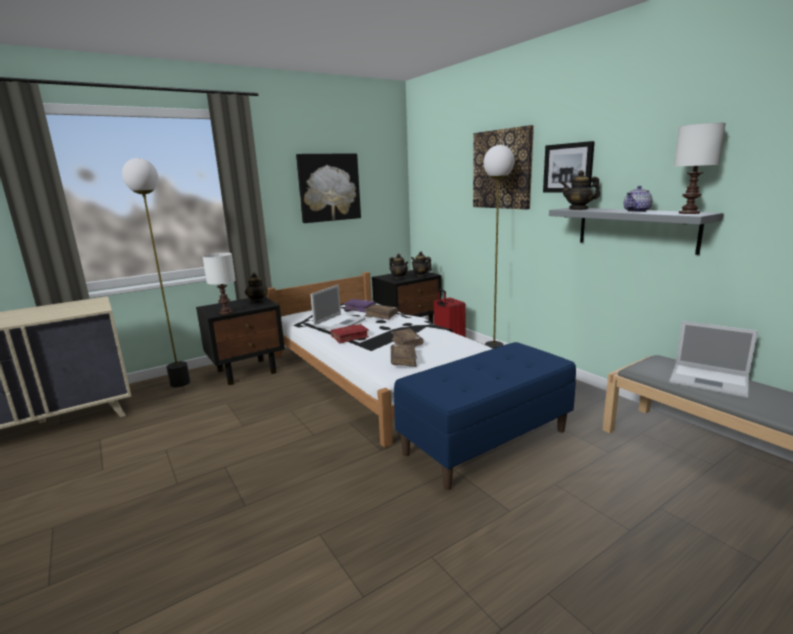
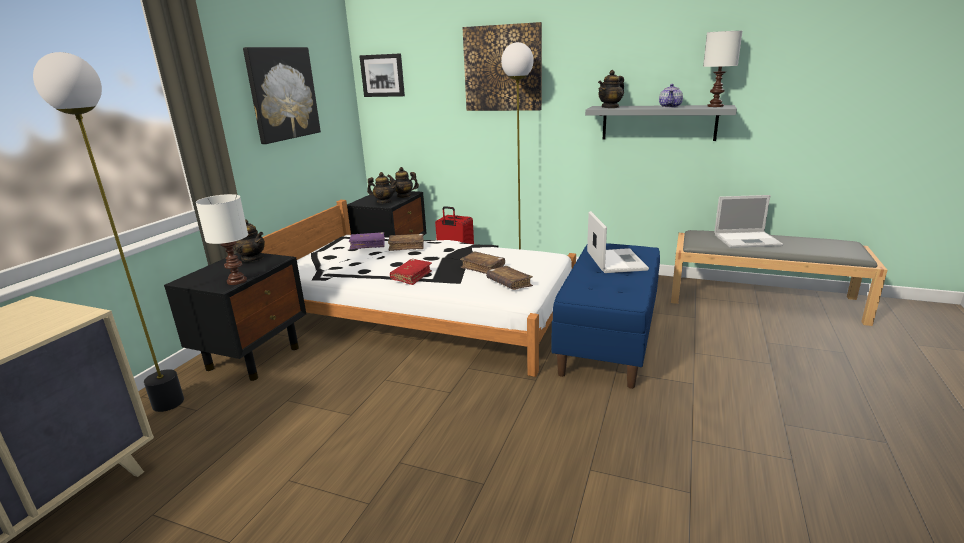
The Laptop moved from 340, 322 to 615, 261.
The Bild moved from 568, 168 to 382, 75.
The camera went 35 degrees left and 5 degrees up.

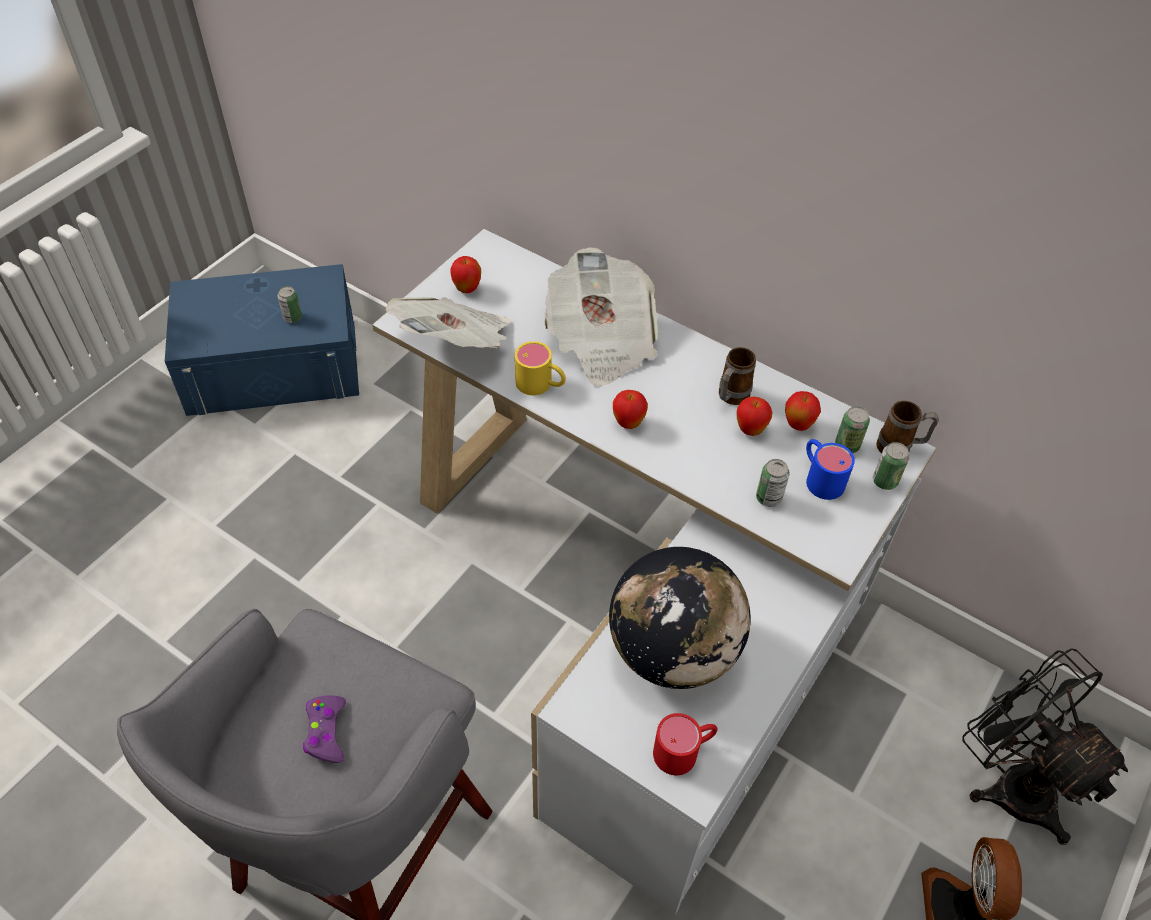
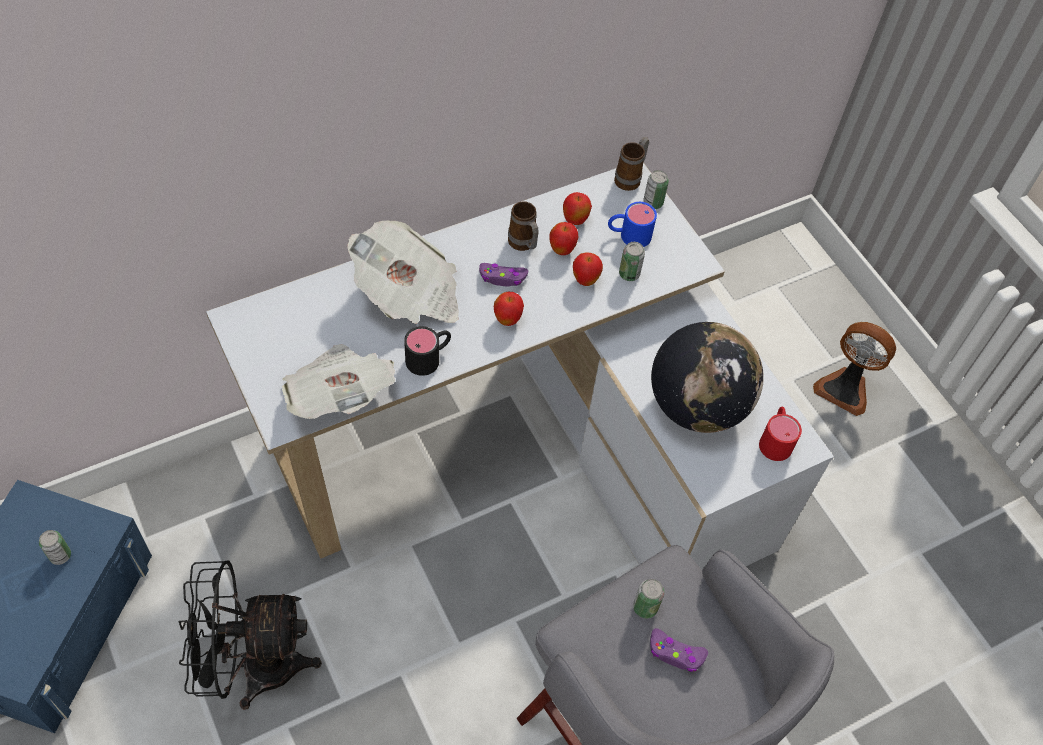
The Gamepad/lila at 502, 278 appeared.
The Apfel moved from 467, 289 to 585, 280.
The Dose moved from 847, 445 to 645, 607.
The Ventilator/schwarz moved from 1010, 781 to 254, 666.
The Henkelbecher/gelb at 541, 385 became the Henkelbecher/schwarz at 429, 357.
The camera went 65 degrees left and 5 degrees up.

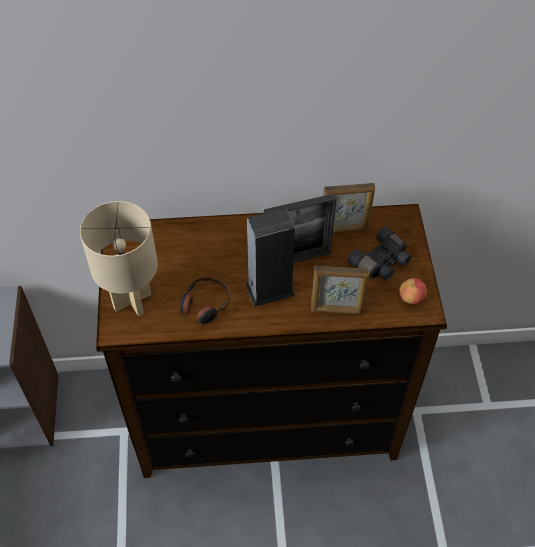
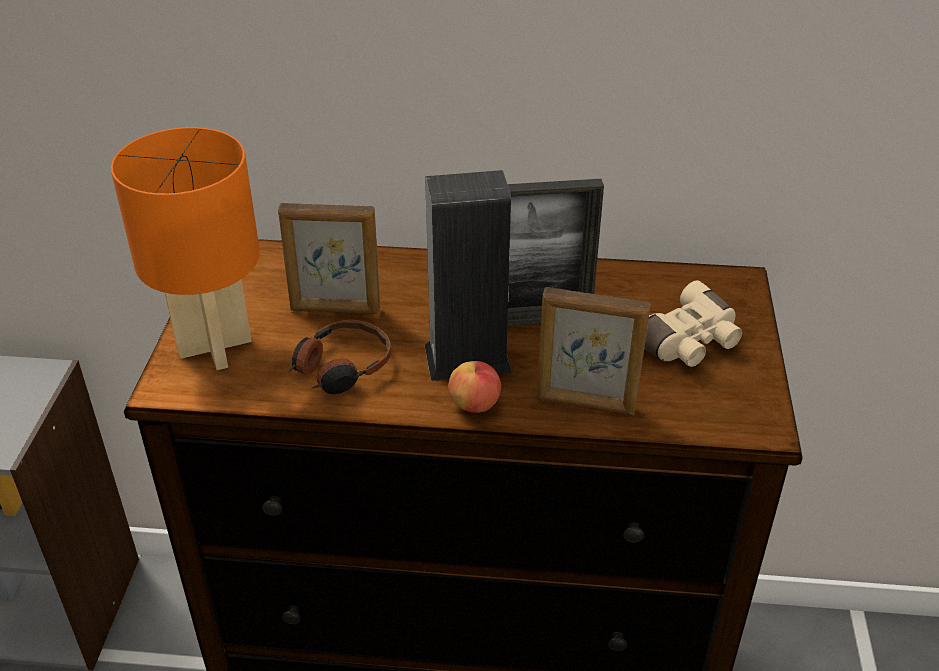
The Bilderrahmen moved from 344, 230 to 335, 310.
The Apfel moved from 411, 298 to 475, 405.
The Tischlampe/beige at 133, 301 became the Tischlampe/orange at 216, 347.
The Fernglas/schwarz at 381, 262 became the Fernglas/beige at 685, 341.
The camera went 10 degrees right and 15 degrees down.

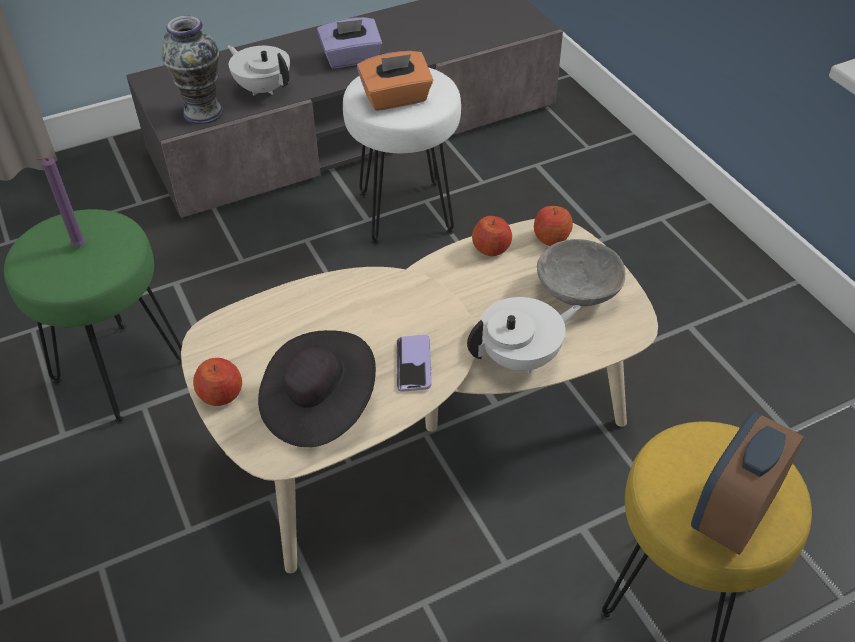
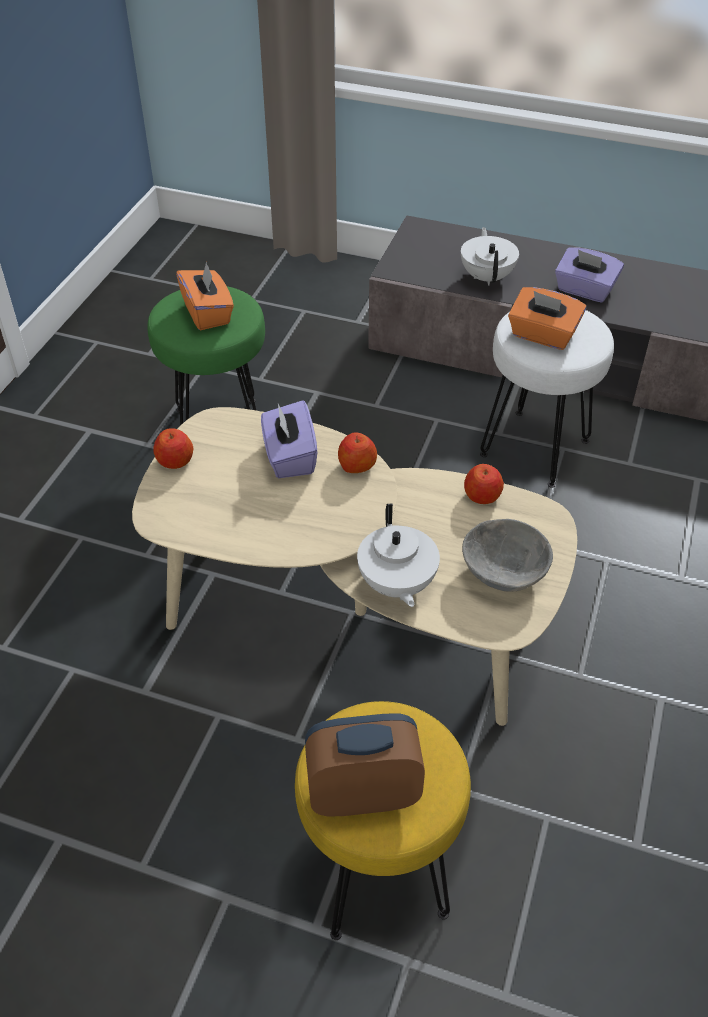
The Vase at 203, 112 disappeared.
The Hut/schwarz at 318, 405 disappeared.
The Handy at 413, 364 disappeared.
The Taschentuchbox/lila at 289, 457 appeared.
The Apfel moved from 551, 238 to 357, 465.
The Kerze/lila at 78, 247 was replaced by the Taschentuchbox/orange at 208, 313.
The Teekanne/weiß at 521, 357 turned 60 degrees clockwise.
The camera went 45 degrees right and 0 degrees up.

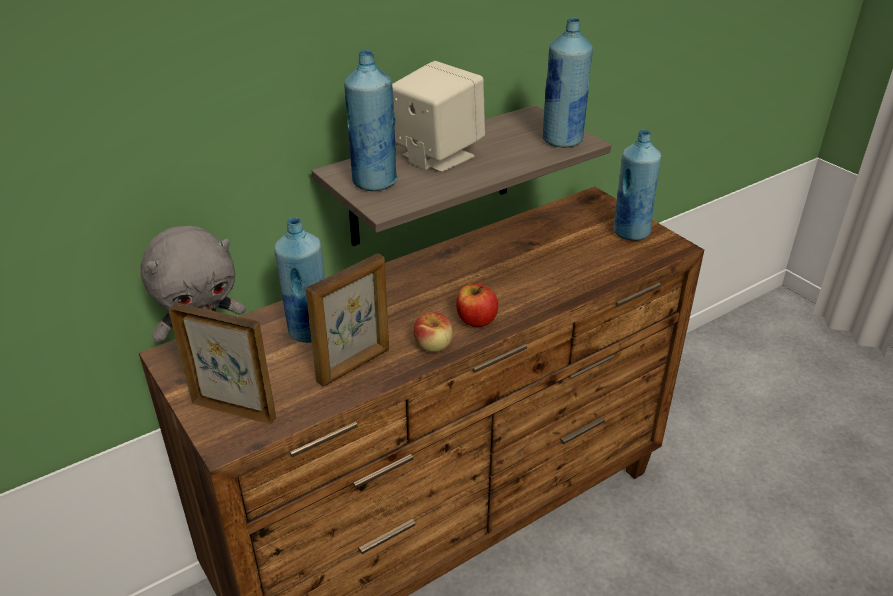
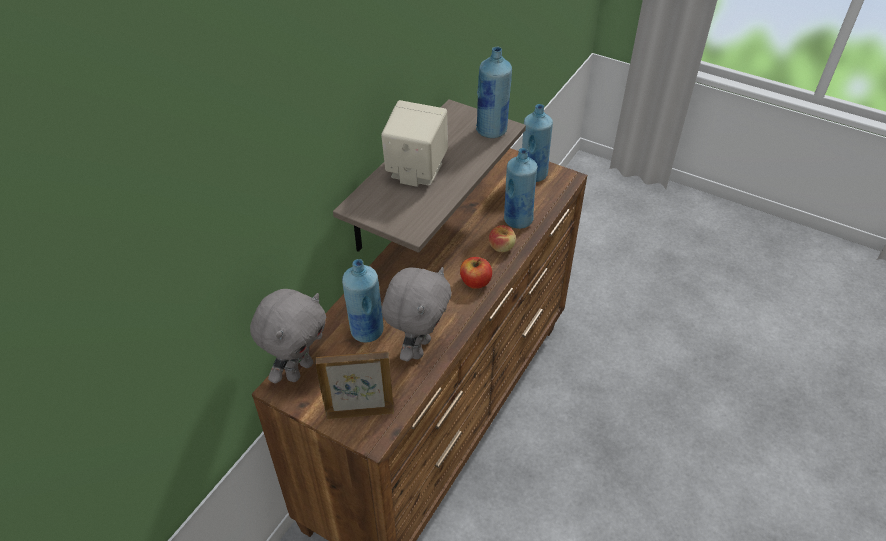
The Flasche/blau moved from 374, 182 to 517, 220.
The Apfel moved from 433, 345 to 502, 247.
The Bilderrahmen at 354, 365 was replaced by the Plüschtier/grau at 418, 347.
The camera went 25 degrees left and 10 degrees up.

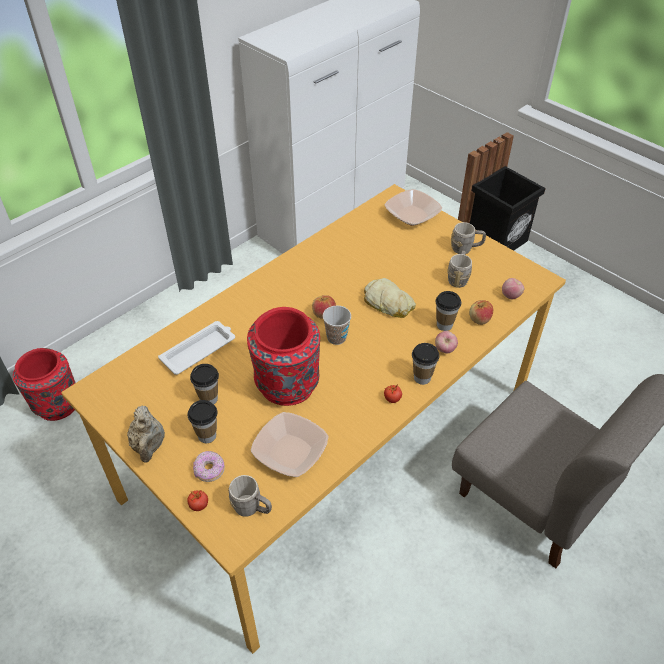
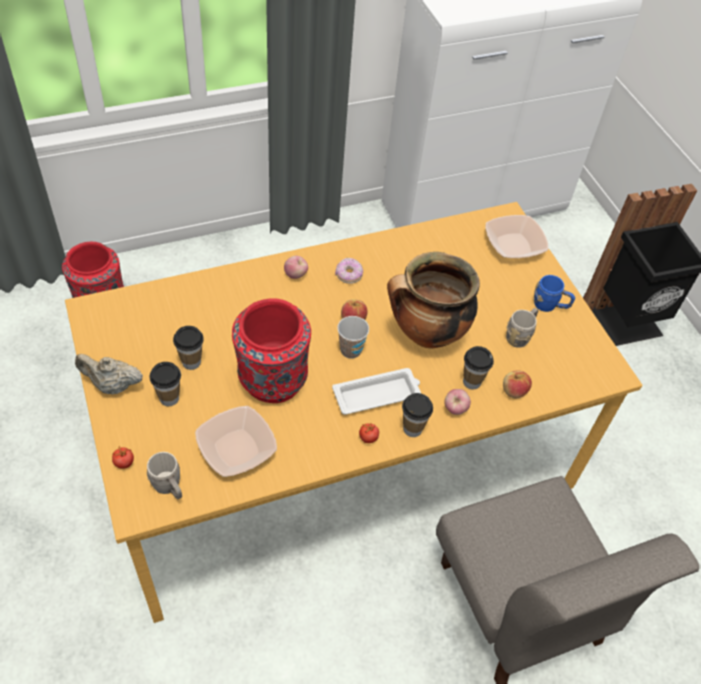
The Tablett/weiß moved from 199, 350 to 378, 394.
The Donut moved from 209, 470 to 348, 275.
The Apfel moved from 511, 296 to 296, 275.
The Brot at 388, 303 was replaced by the Kochtopf at 426, 334.
The Henkelbecher/grau at 466, 249 became the Henkelbecher/blau at 549, 306.
The Teekanne/beige at 149, 446 turned 90 degrees clockwise.
The camera went 20 degrees right and 5 degrees up.

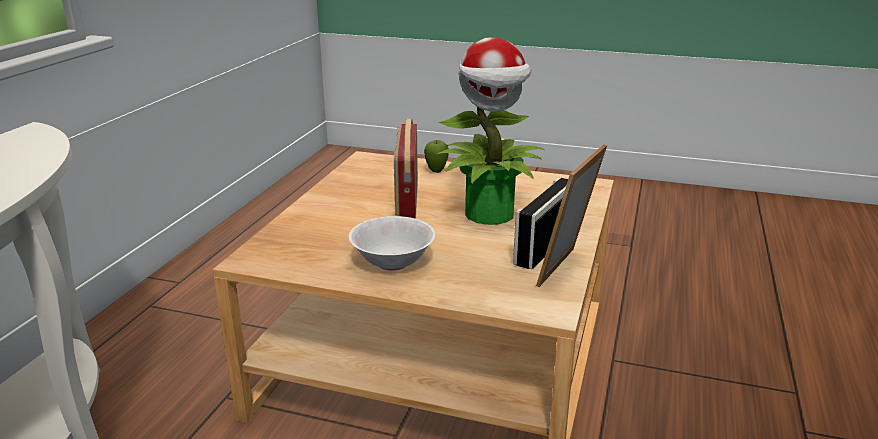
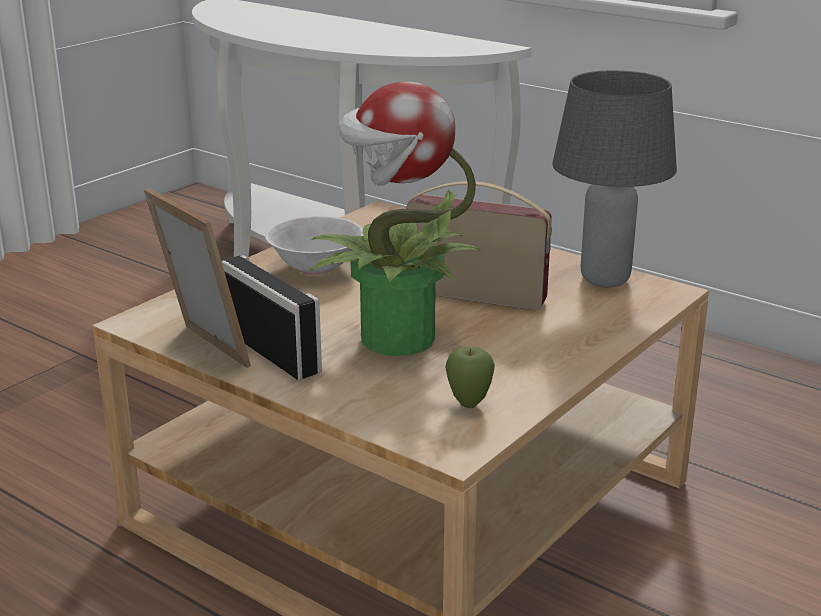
The Tischlampe/grau at 606, 280 appeared.
The Apfel moved from 436, 171 to 469, 404.
The camera went 110 degrees right and 0 degrees up.

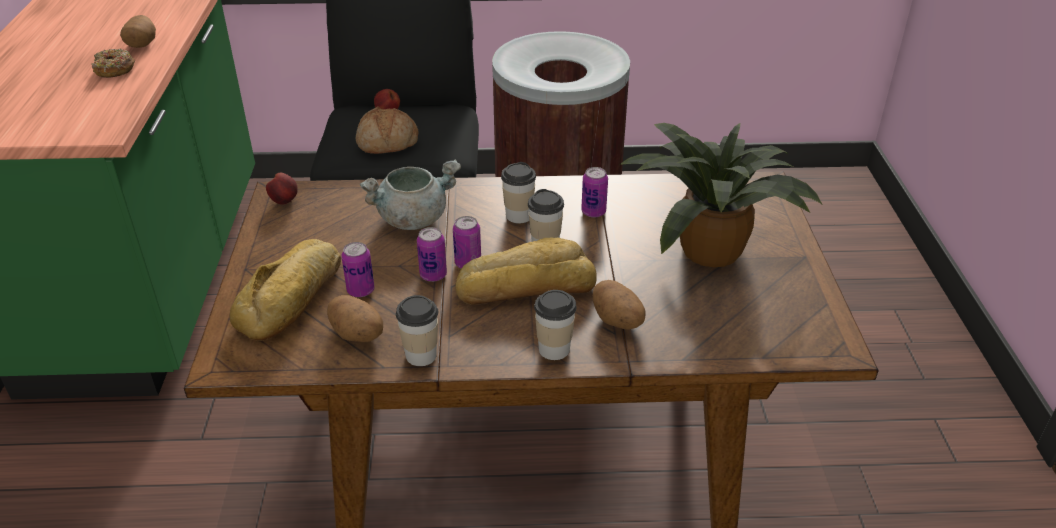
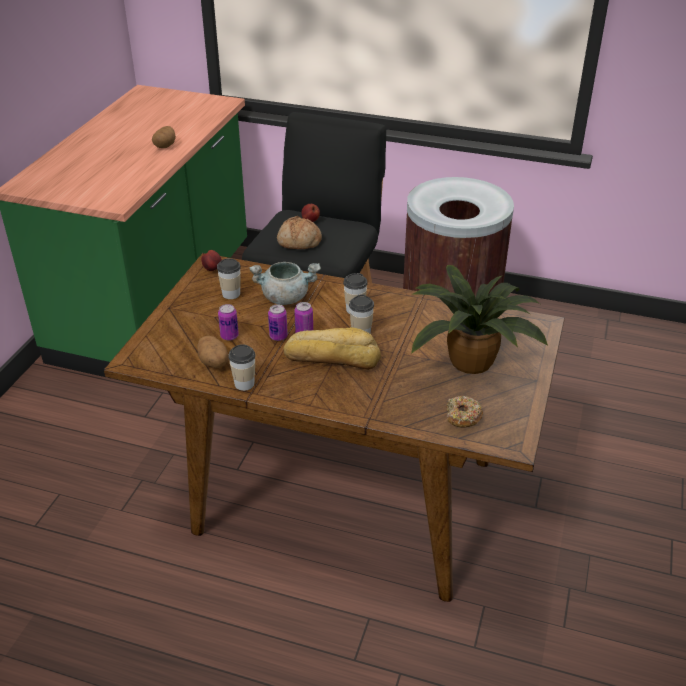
The Brot at 294, 298 disappeared.
The Dose at 593, 212 disappeared.
The Kartoffel at 618, 321 disappeared.
The Donut moved from 114, 70 to 462, 417.
The Tasse moved from 554, 349 to 231, 294.
The camera went 20 degrees right and 0 degrees up.

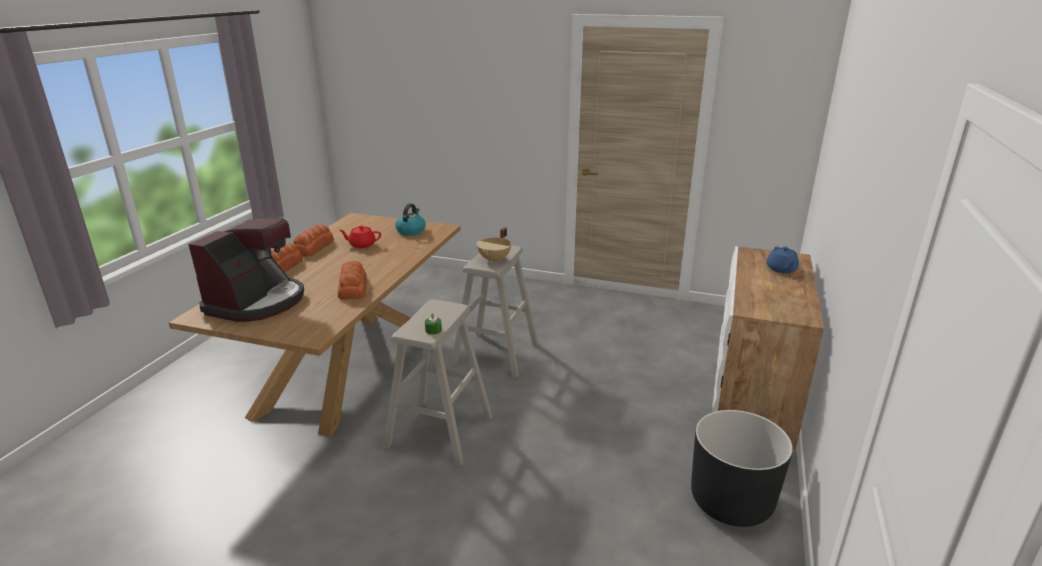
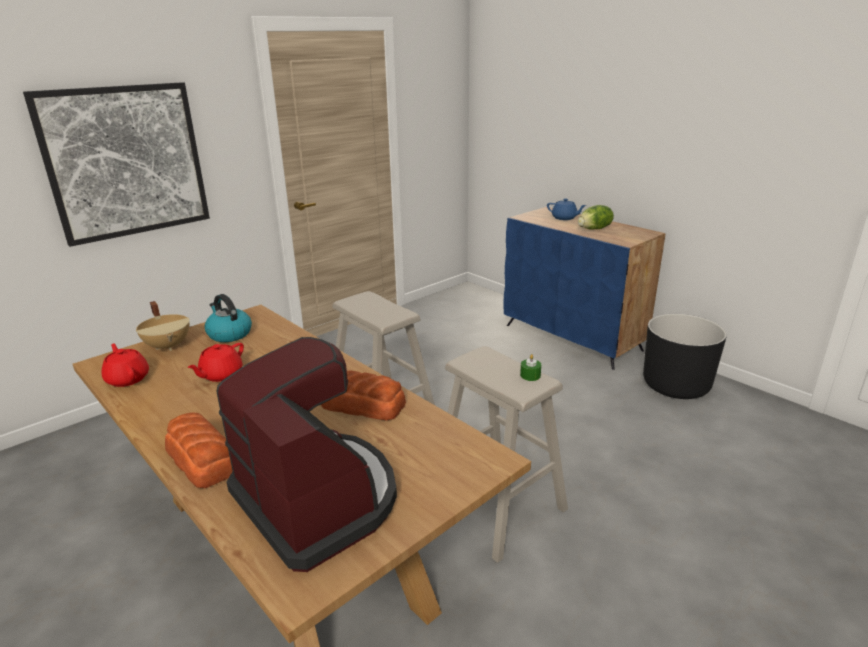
The Brot at 314, 247 disappeared.
The Bild at 126, 162 appeared.
The Teekanne/rot at 127, 378 appeared.
The Salatkopf at 595, 229 appeared.
The Kochtopf/beige moved from 495, 260 to 169, 346.
The Schrank/weiß at 750, 407 became the Schrank/blau at 573, 337.
The camera went 60 degrees left and 0 degrees up.

